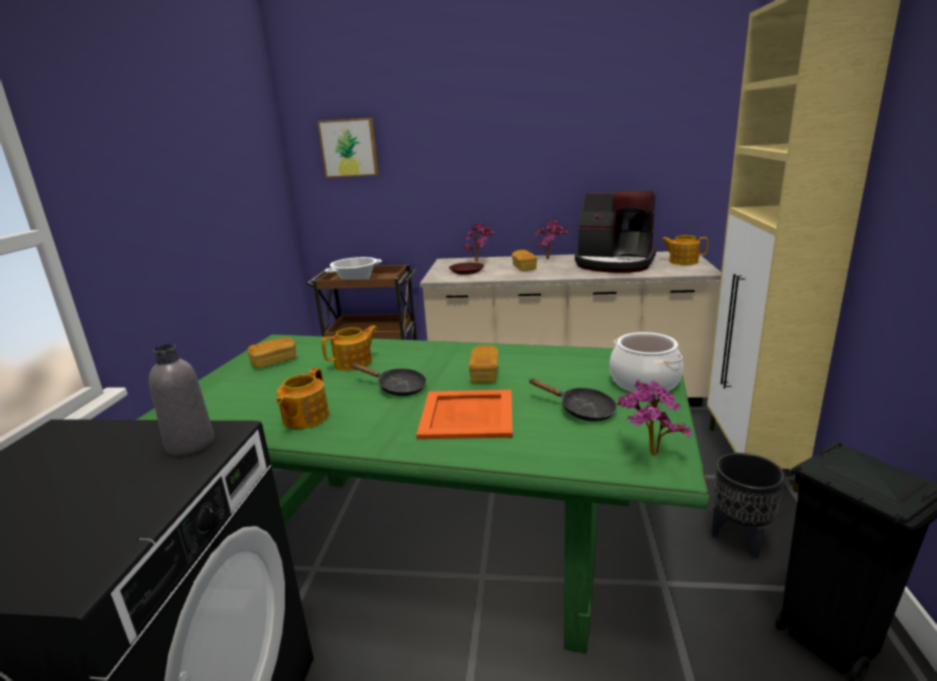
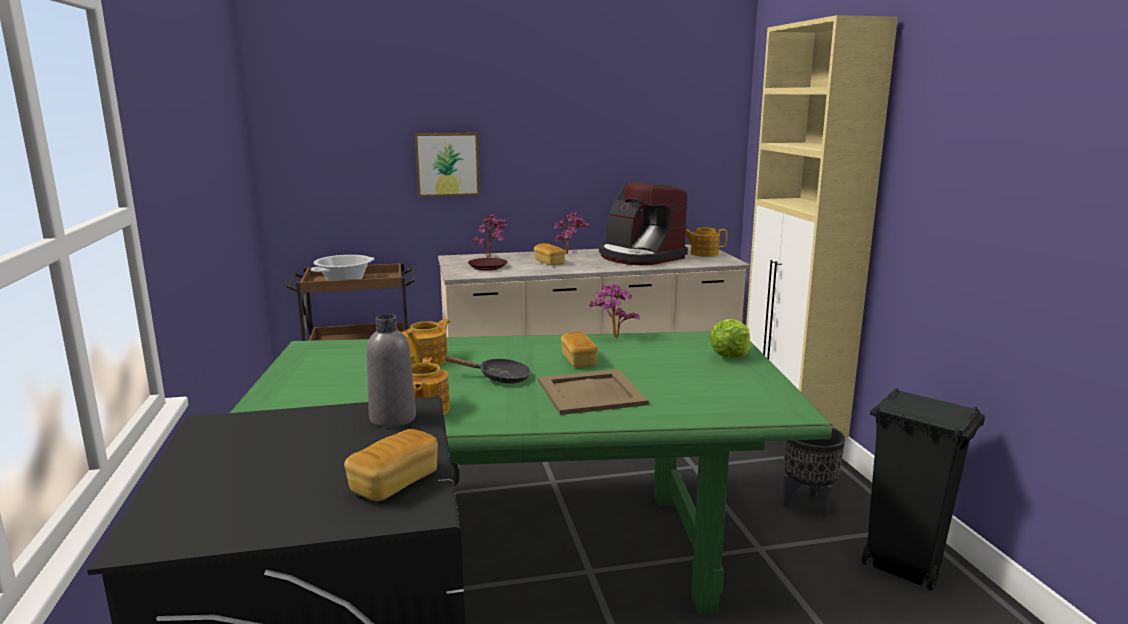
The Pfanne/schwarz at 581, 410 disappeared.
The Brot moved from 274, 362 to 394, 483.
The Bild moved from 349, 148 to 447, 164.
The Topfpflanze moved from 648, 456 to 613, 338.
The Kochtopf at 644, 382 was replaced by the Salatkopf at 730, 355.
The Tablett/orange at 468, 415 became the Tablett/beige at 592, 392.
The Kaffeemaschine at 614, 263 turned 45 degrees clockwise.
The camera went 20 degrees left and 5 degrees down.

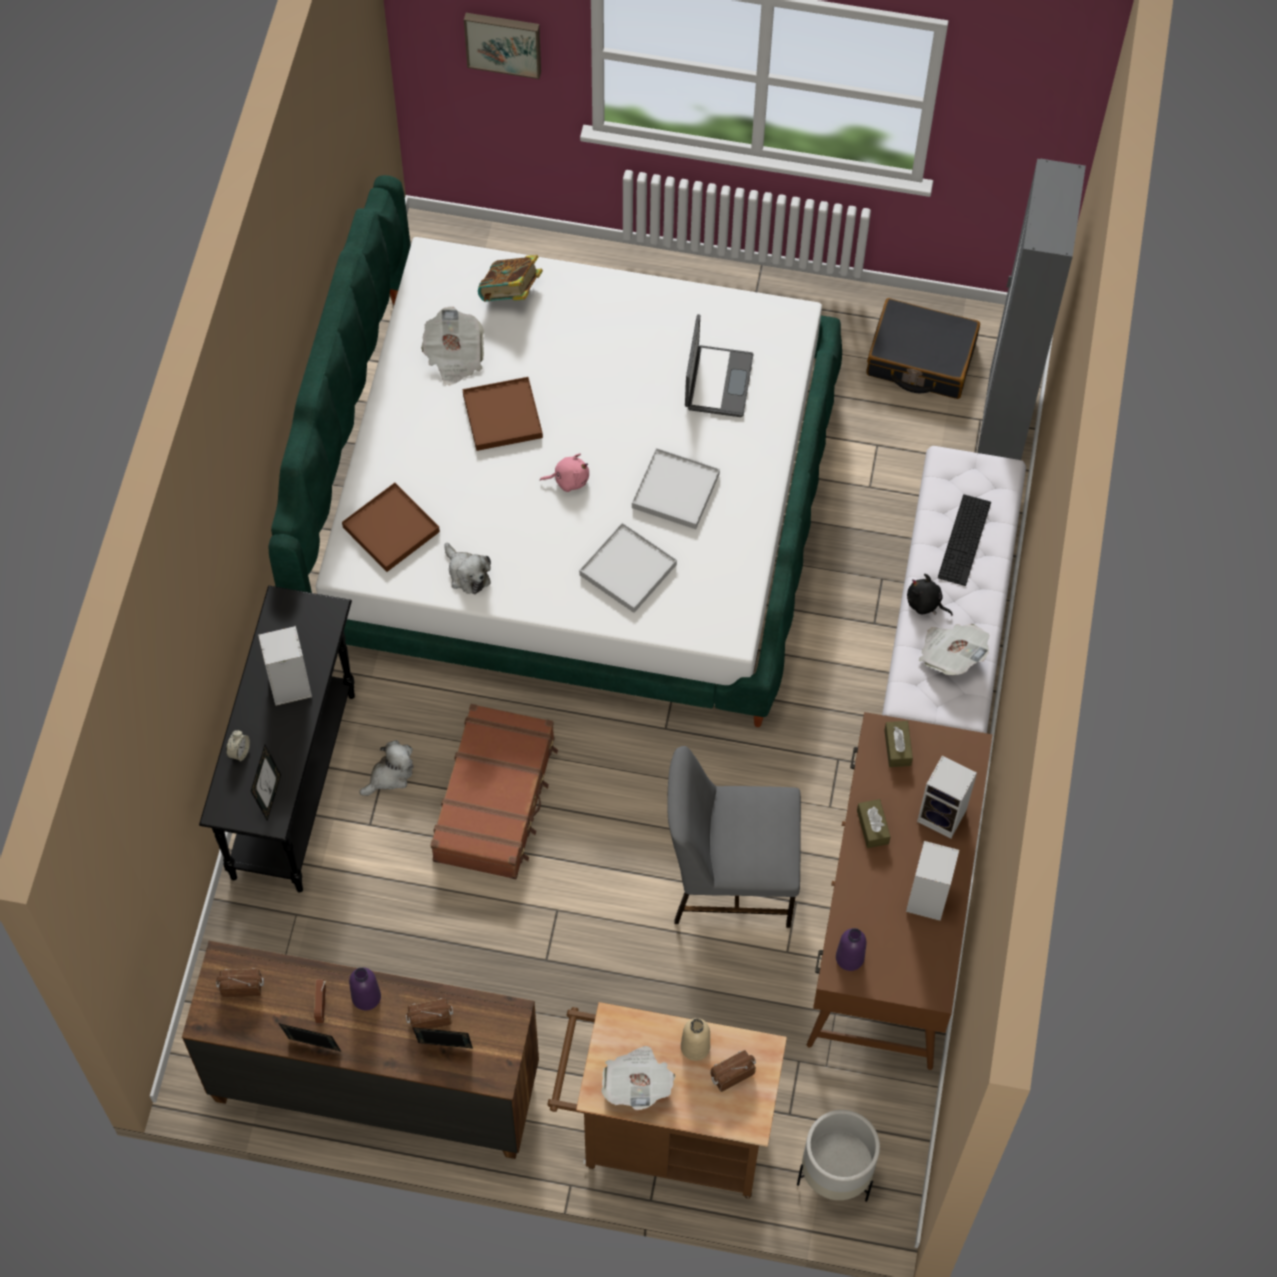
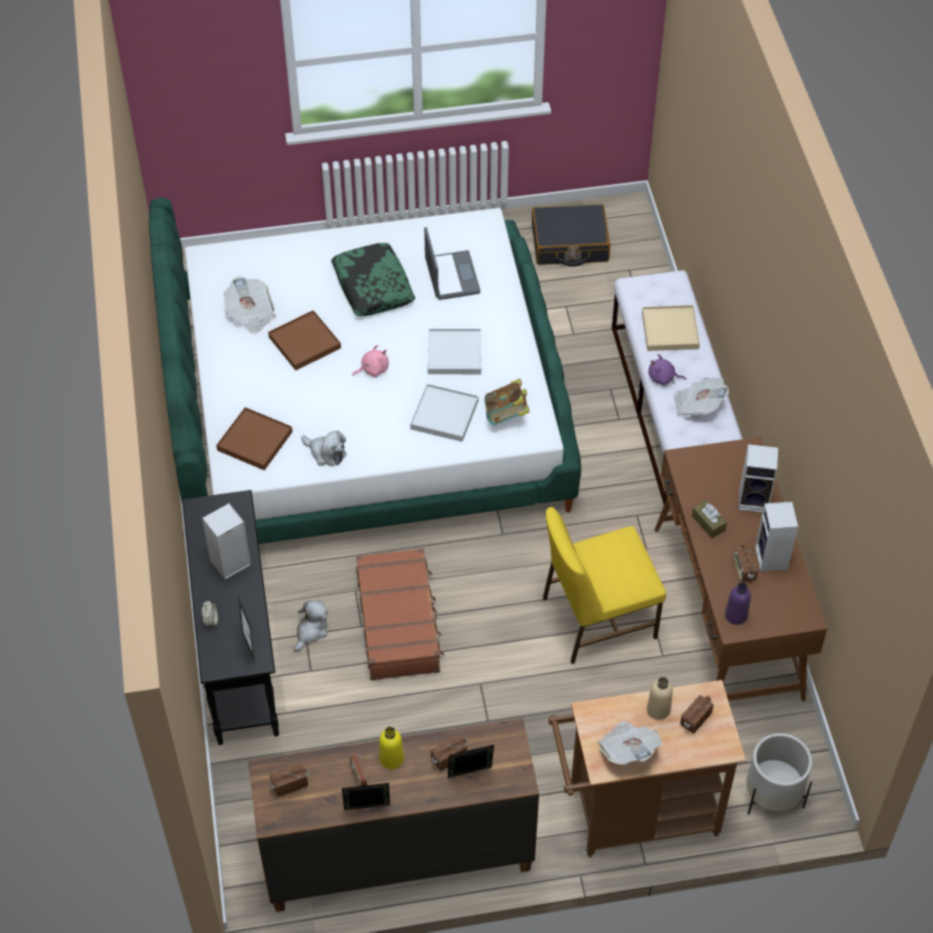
The Bild at 503, 42 disappeared.
The Taschentuchbox/braun at 897, 747 disappeared.
The Kleiderschrank/grau at 1003, 421 disappeared.
The Kissen at 372, 286 appeared.
The Radio at 744, 570 appeared.
The Buch moved from 510, 294 to 506, 416.
The Tastatur at 964, 540 was replaced by the Tablett/beige at 670, 330.
The Flasche/lila at 366, 997 became the Flasche/gelb at 391, 758.
The Stuhl/grau at 730, 875 became the Stuhl/gelb at 596, 617.
The Plüschtier/schwarz at 925, 603 became the Plüschtier/lila at 663, 378.
The camera went 20 degrees left and 10 degrees down.

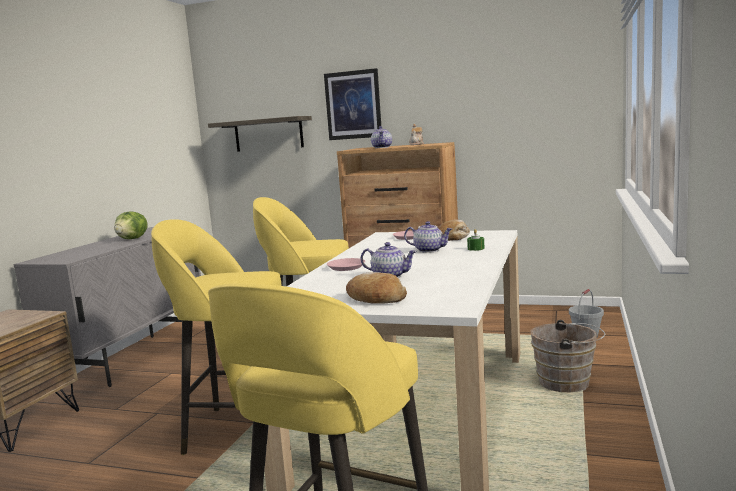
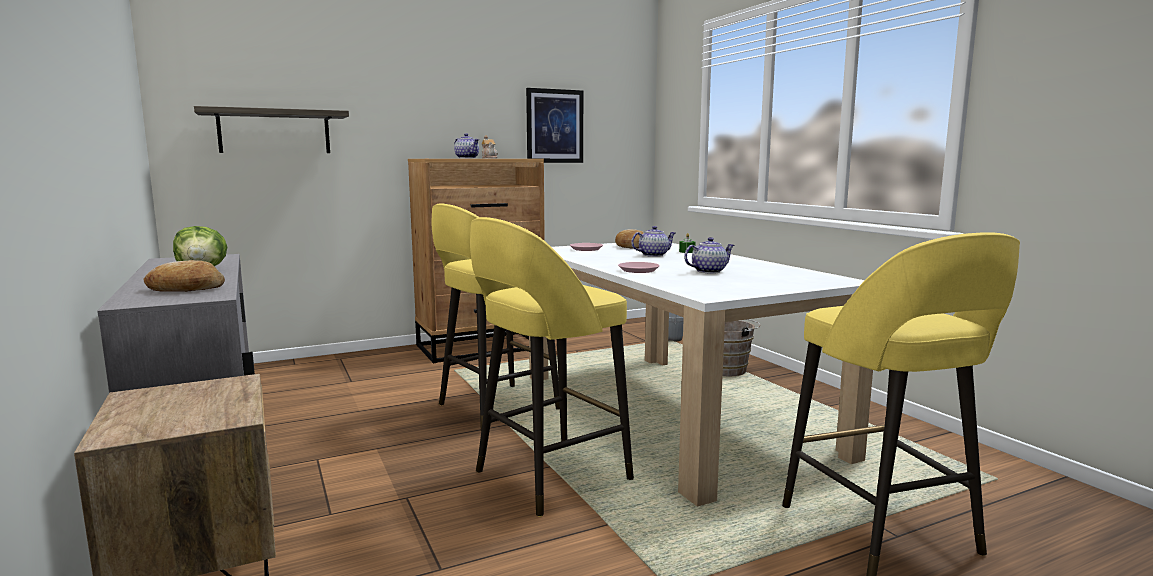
The Bild moved from 353, 105 to 554, 126.
The Brot moved from 375, 299 to 185, 289.
The camera went 45 degrees left and 0 degrees up.

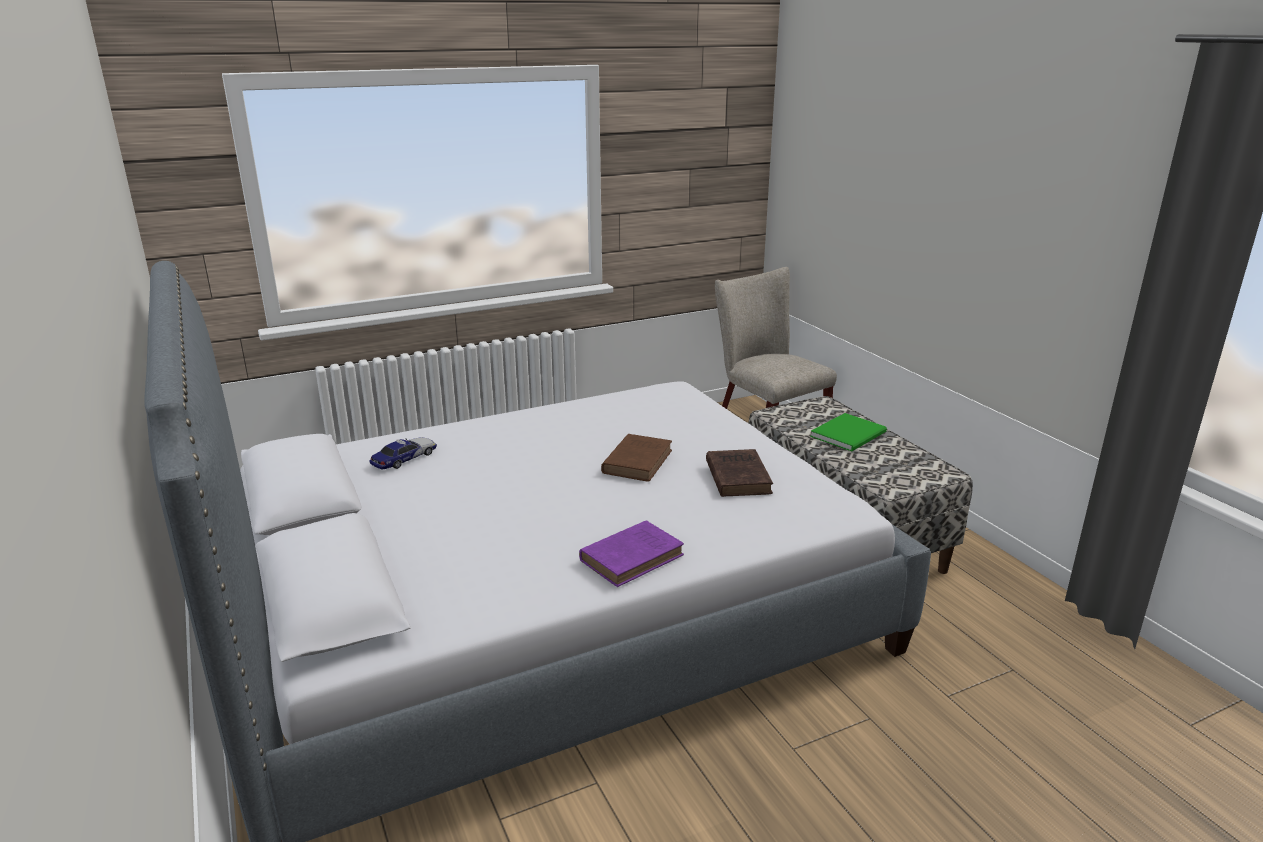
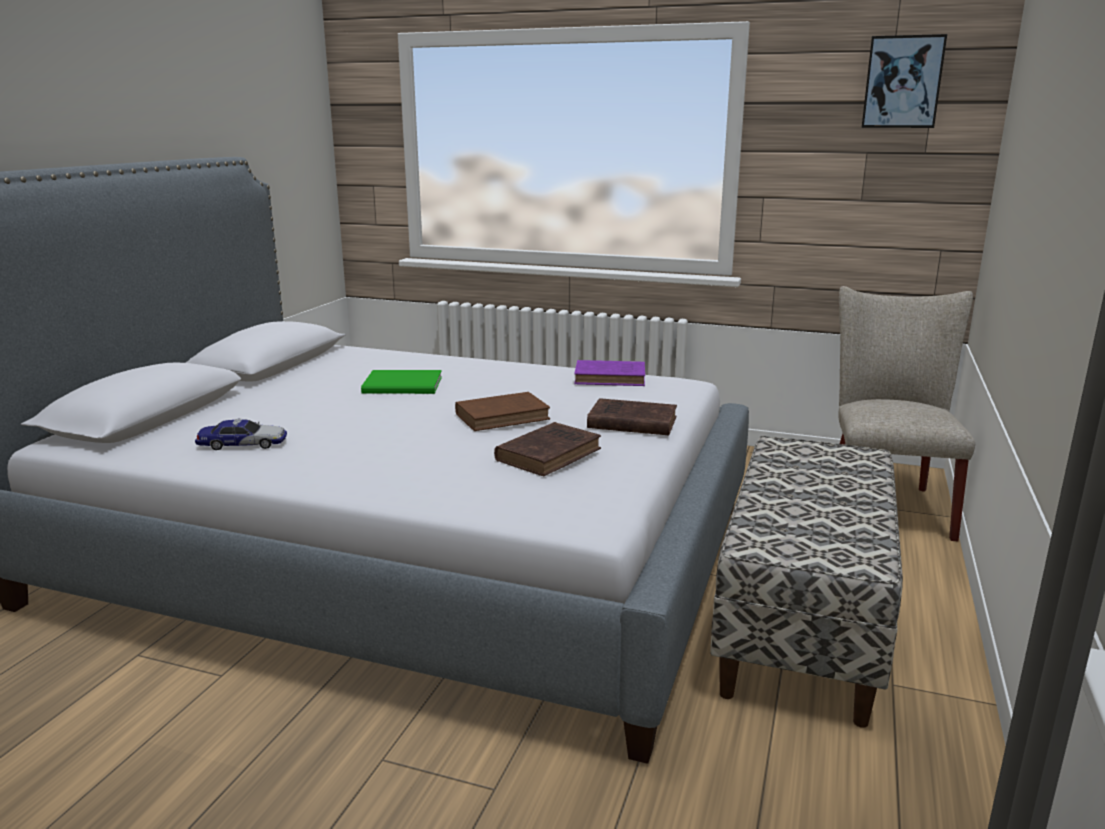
The Buch/braun at 629, 423 appeared.
The Bild at 902, 82 appeared.
The Spielzeugauto moved from 404, 459 to 243, 444.
The Buch/lila moved from 634, 557 to 612, 378.
The Buch/grün moved from 851, 434 to 404, 385.
The camera went 45 degrees right and 5 degrees down.

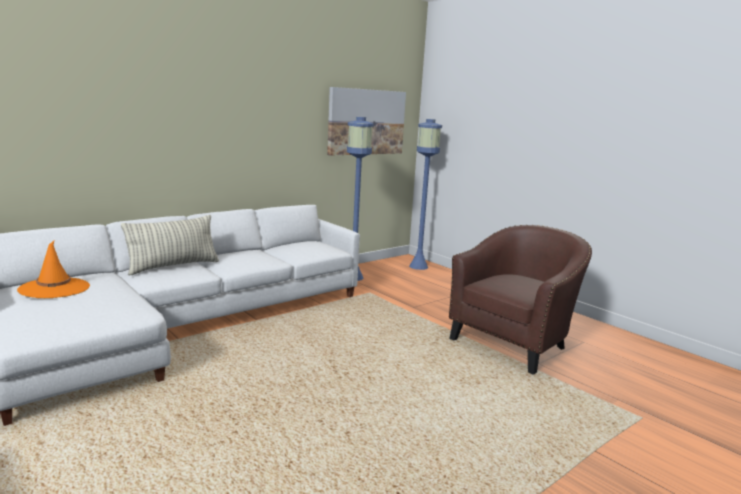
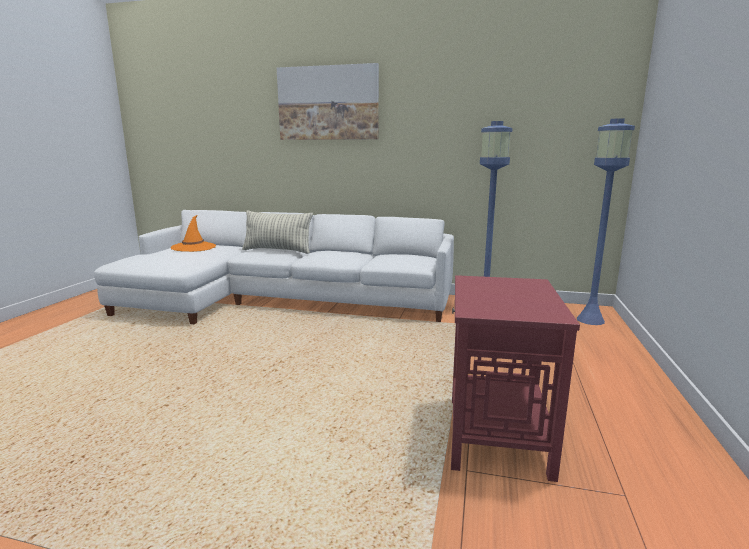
The Bild moved from 366, 122 to 328, 103.
The Sessel/braun at 514, 344 was replaced by the Beistelltisch/rot at 496, 435.
The camera went 55 degrees right and 0 degrees up.

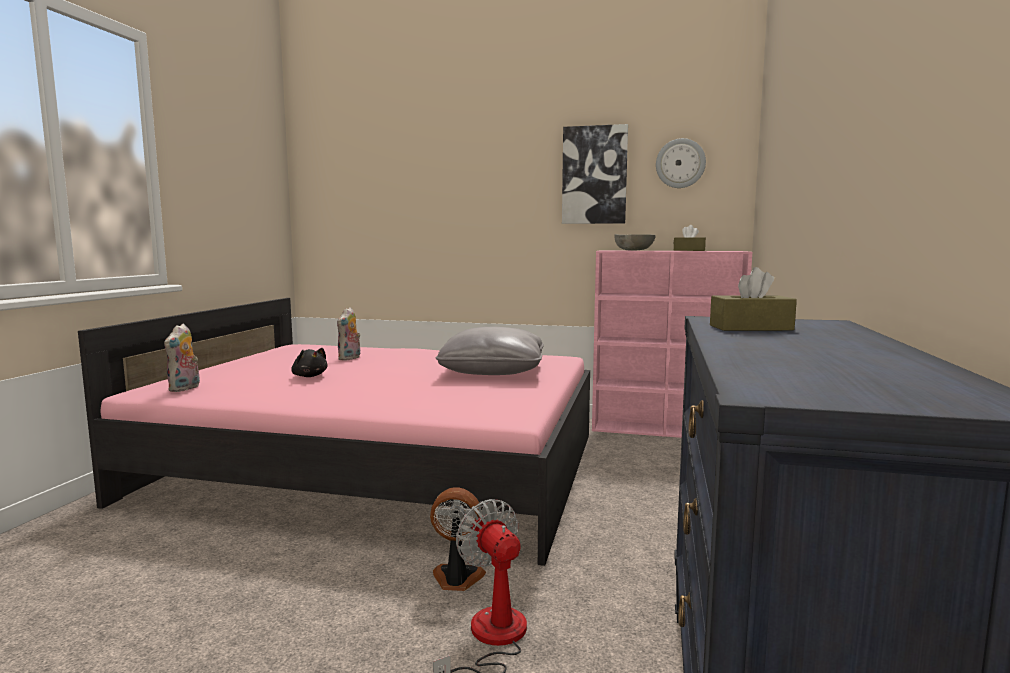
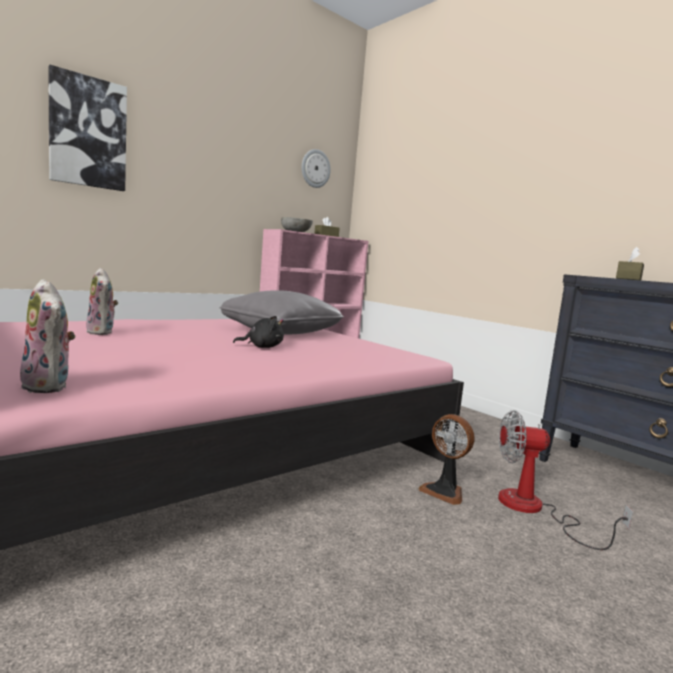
The Plüschtier/schwarz moved from 309, 376 to 262, 347.
The Bild moved from 594, 175 to 88, 132.
The Ventilator at 457, 579 turned 90 degrees counterclockwise.
The camera went 55 degrees left and 0 degrees up.

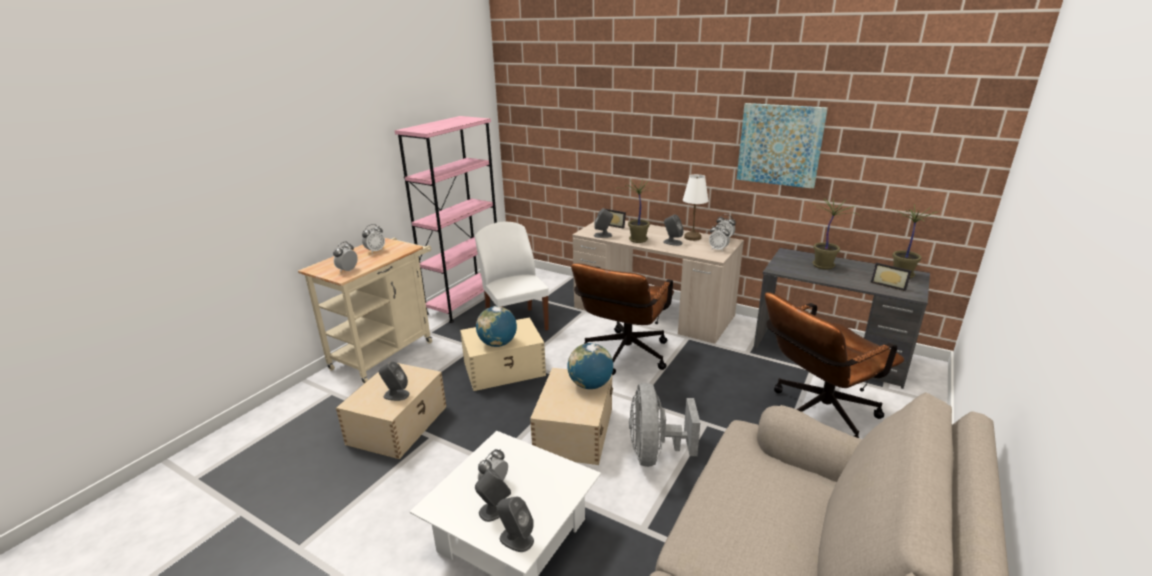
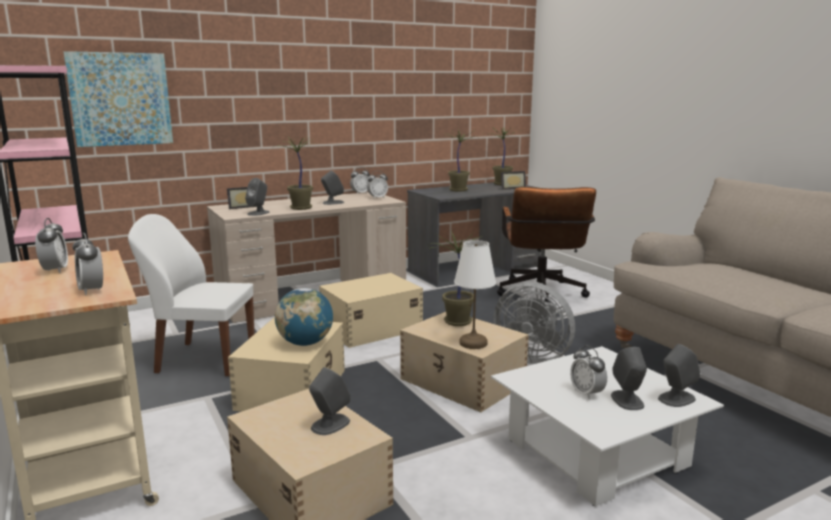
The Tischlampe/weiß moved from 693, 237 to 474, 343.
The Bild moved from 780, 145 to 120, 99.
The Globus at 590, 385 was replaced by the Topfpflanze at 456, 322.
The Bürostuhl/braun at 623, 357 was replaced by the Aufbewahrungsbox/beige at 370, 328.
The camera went 60 degrees left and 10 degrees down.

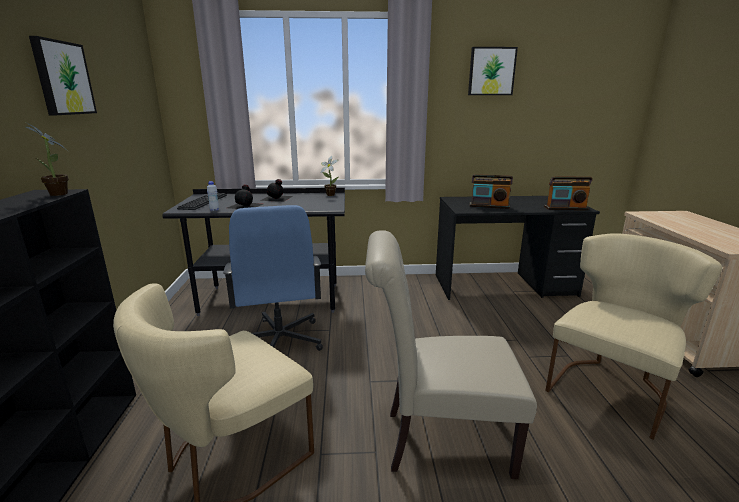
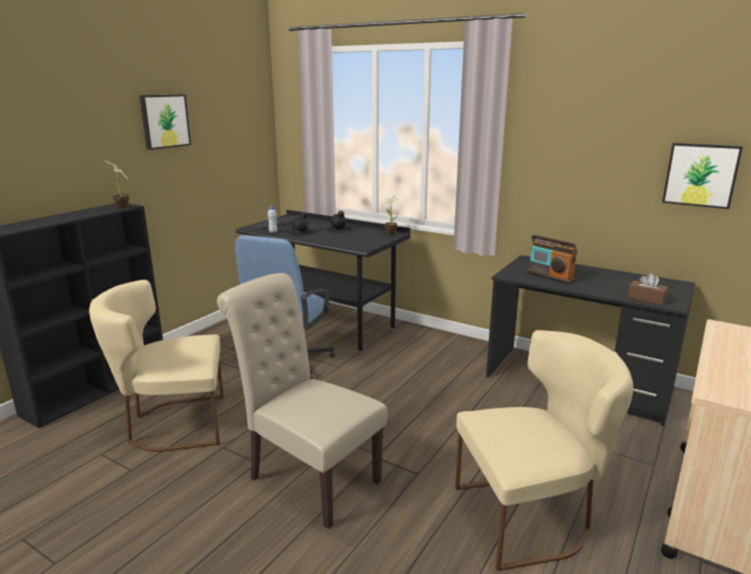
The Bild moved from 491, 71 to 701, 175.
The Radio at 565, 208 was replaced by the Taschentuchbox/braun at 646, 299.
The camera went 35 degrees right and 0 degrees up.

